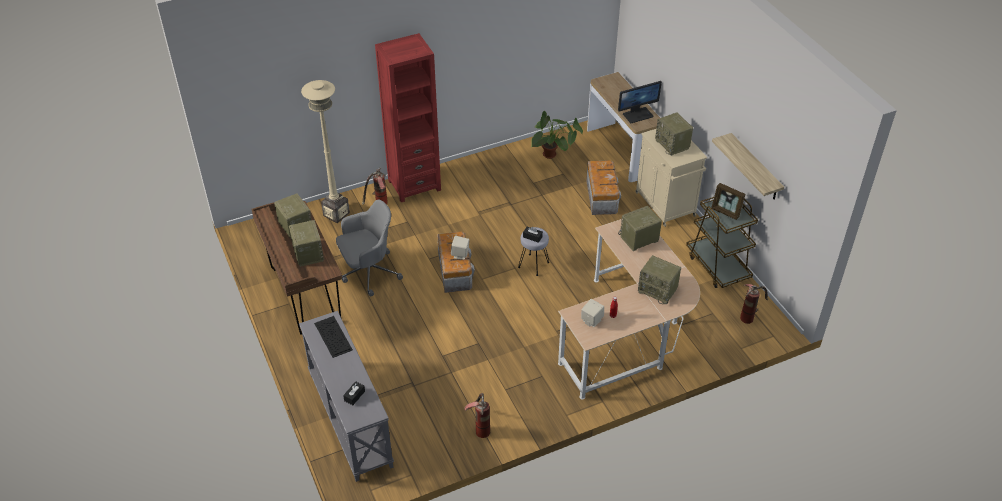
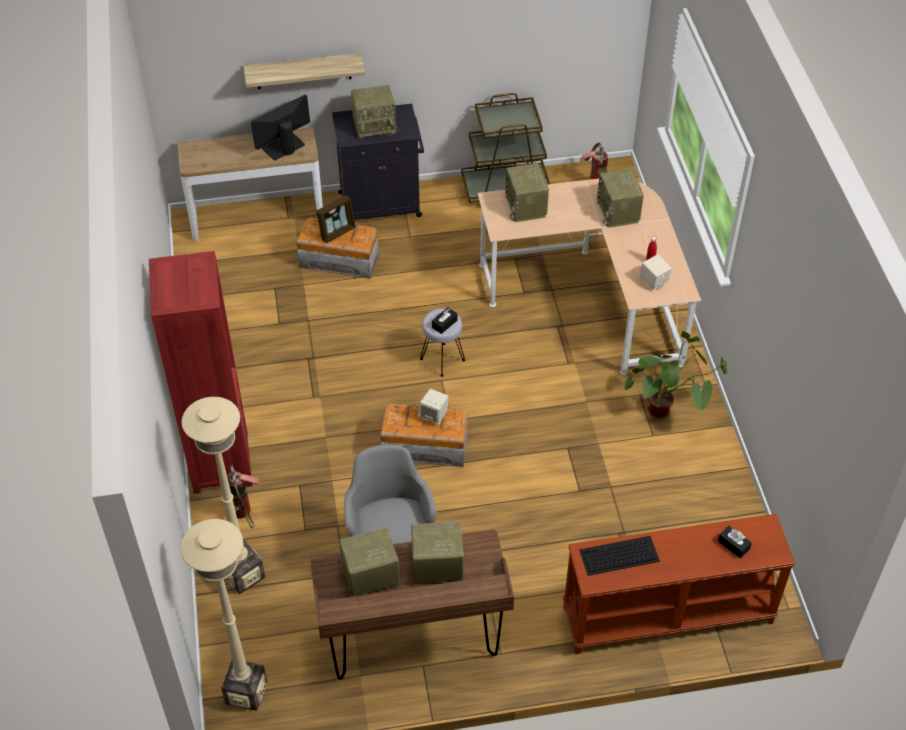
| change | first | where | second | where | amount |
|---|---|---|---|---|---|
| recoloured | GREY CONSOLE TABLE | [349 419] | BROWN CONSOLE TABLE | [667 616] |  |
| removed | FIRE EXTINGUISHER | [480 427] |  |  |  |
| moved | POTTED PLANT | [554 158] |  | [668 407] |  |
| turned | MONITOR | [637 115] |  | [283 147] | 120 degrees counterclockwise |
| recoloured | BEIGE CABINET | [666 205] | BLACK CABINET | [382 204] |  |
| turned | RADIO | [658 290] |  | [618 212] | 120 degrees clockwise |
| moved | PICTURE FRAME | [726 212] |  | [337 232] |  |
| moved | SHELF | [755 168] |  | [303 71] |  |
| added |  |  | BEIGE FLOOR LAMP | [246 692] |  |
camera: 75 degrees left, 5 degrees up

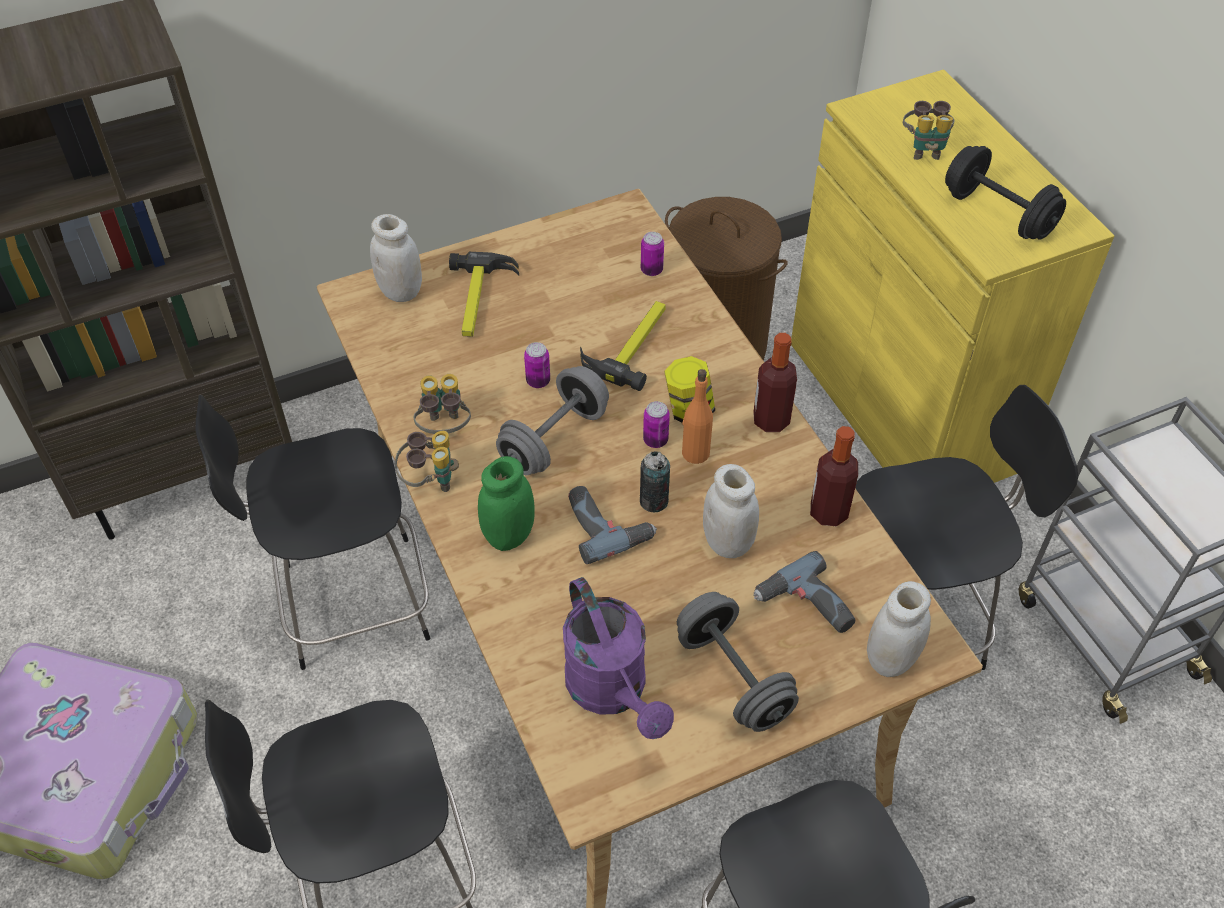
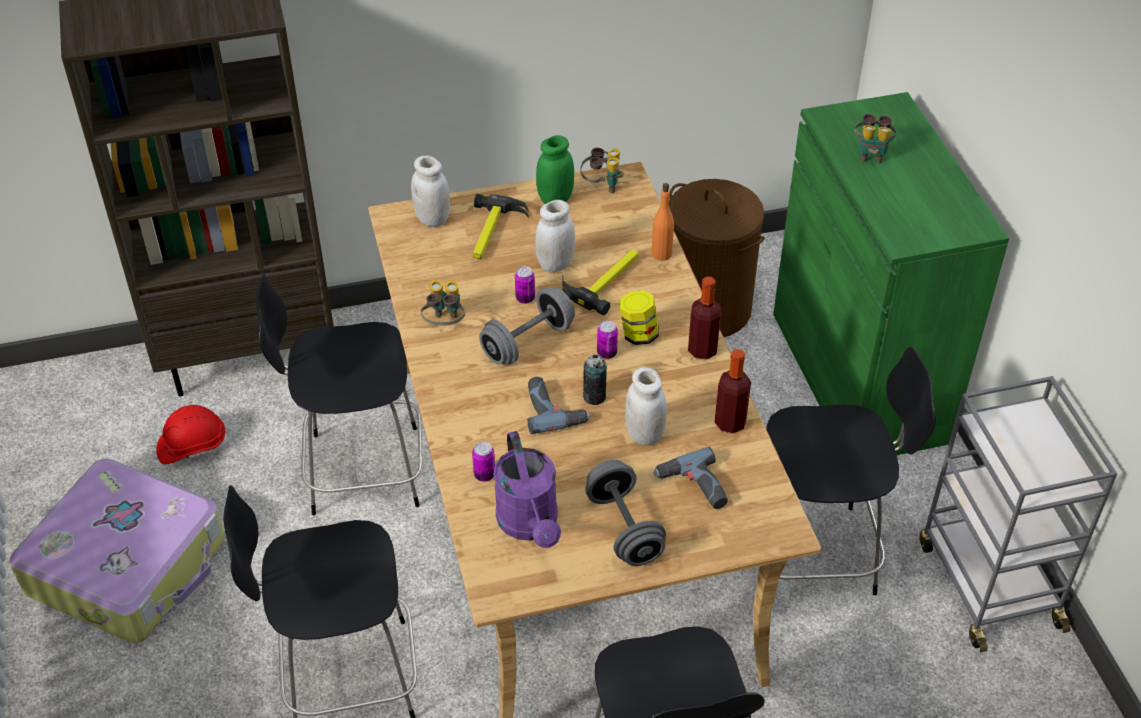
| change | first | where | second | where | amount |
|---|---|---|---|---|---|
| moved | BINOCULARS | [430 481] |  | [601 186] |  |
| moved | GREEN JAR | [509 535] |  | [555 199] |  |
| moved | CAN | [651 270] |  | [484 475] |  |
| moved | ORANGE BOTTLE | [695 453] |  | [661 253] |  |
| recoloured | YELLOW CABINET | [901 405] | GREEN CABINET | [858 376] |  |
| moved | WHITE JAR | [891 659] |  | [555 264] |  |
| removed | BLACK DUMBBELL | [998 214] |  |  |  |
| added |  |  | RED HARD HAT | [192 445] |  |
camera: 10 degrees right, 5 degrees down

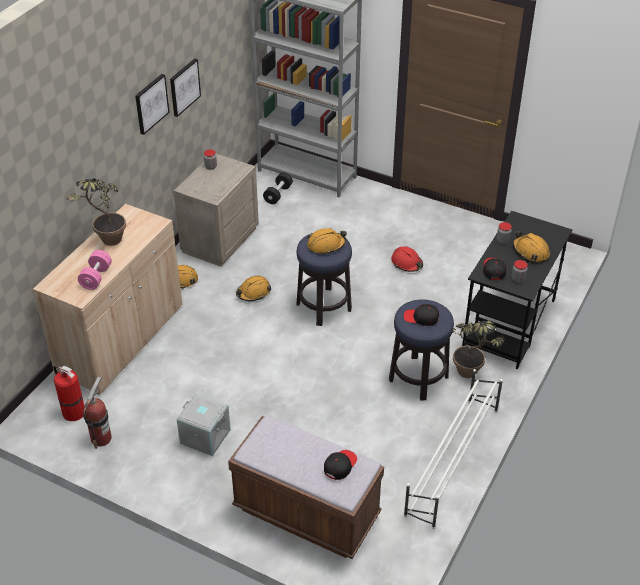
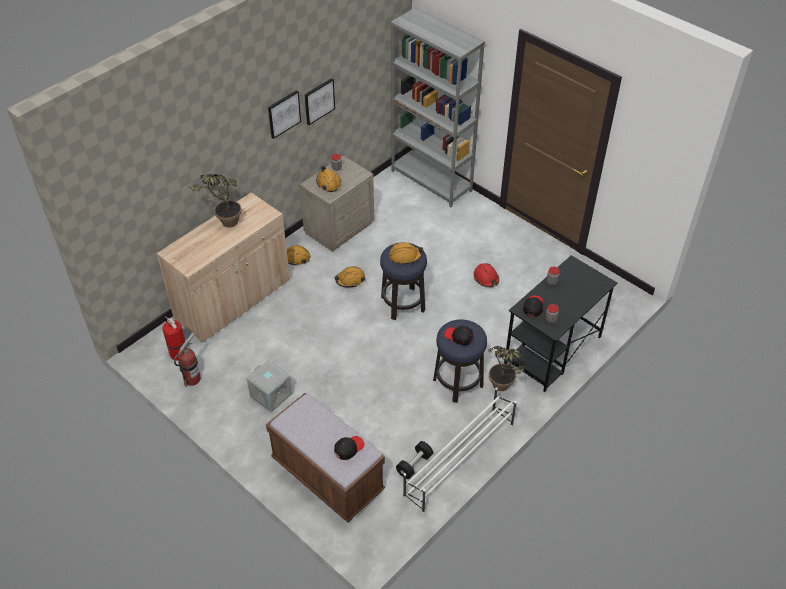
| change | first | where | second | where | amount |
|---|---|---|---|---|---|
| removed | PINK DUMBBELL | [96 277] |  |  |  |
| moved | BLACK DUMBBELL | [278 194] |  | [414 464] |  |
| moved | ORANGE HARD HAT | [530 251] |  | [328 183] |  |
camera: 15 degrees right, 5 degrees up

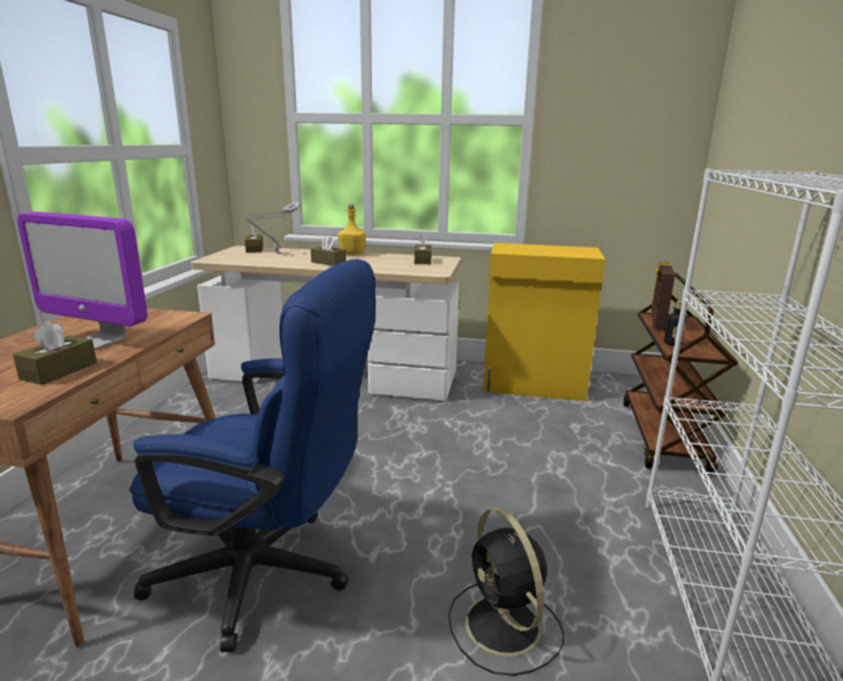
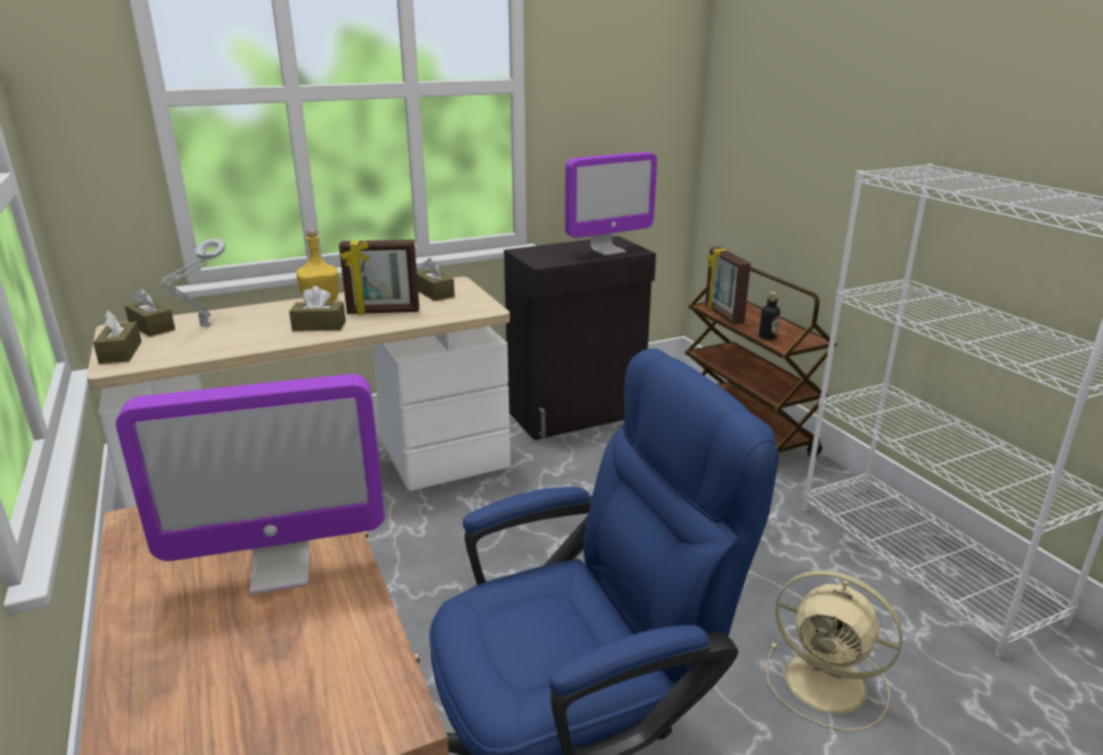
| change | first | where | second | where | amount |
|---|---|---|---|---|---|
| moved | BROWN TISSUE BOX | [59 371] |  | [121 352] |  |
| recoloured | BLACK FAN | [504 627] | BEIGE FAN | [828 684] |  |
| recoloured | YELLOW CABINET | [534 386] | BLACK CABINET | [577 414] |  |
| added |  |  | PICTURE FRAME | [383 312] |  |
| added |  |  | MONITOR | [608 250] |  |
camera: 35 degrees left, 5 degrees up

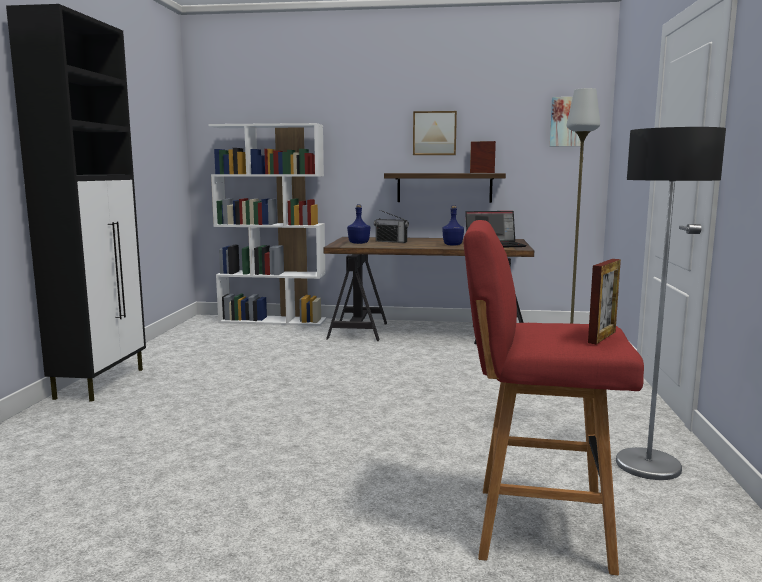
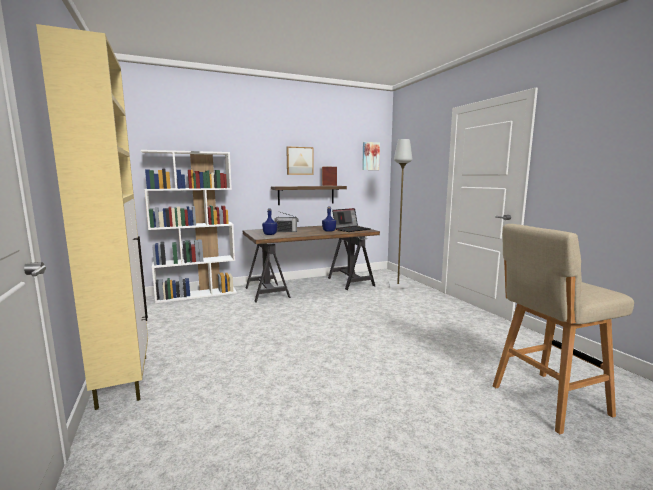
| change | first | where | second | where | amount |
|---|---|---|---|---|---|
| recoloured | BLACK CABINET | [101 383] | BEIGE CABINET | [124 379] |  |
| recoloured | RED STOOL | [535 527] | BEIGE STOOL | [546 401] |  |
| removed | PICTURE FRAME | [602 337] |  |  |  |
| removed | FLOOR LAMP | [648 465] |  |  |  |
camera: 30 degrees left, 0 degrees up

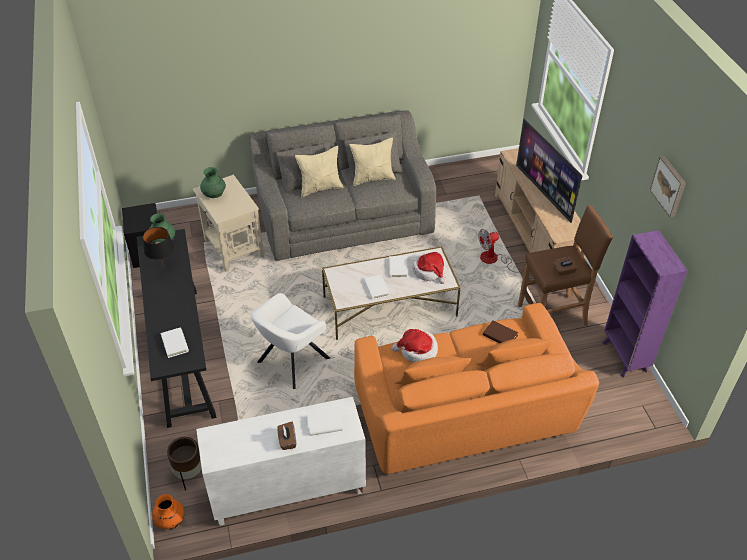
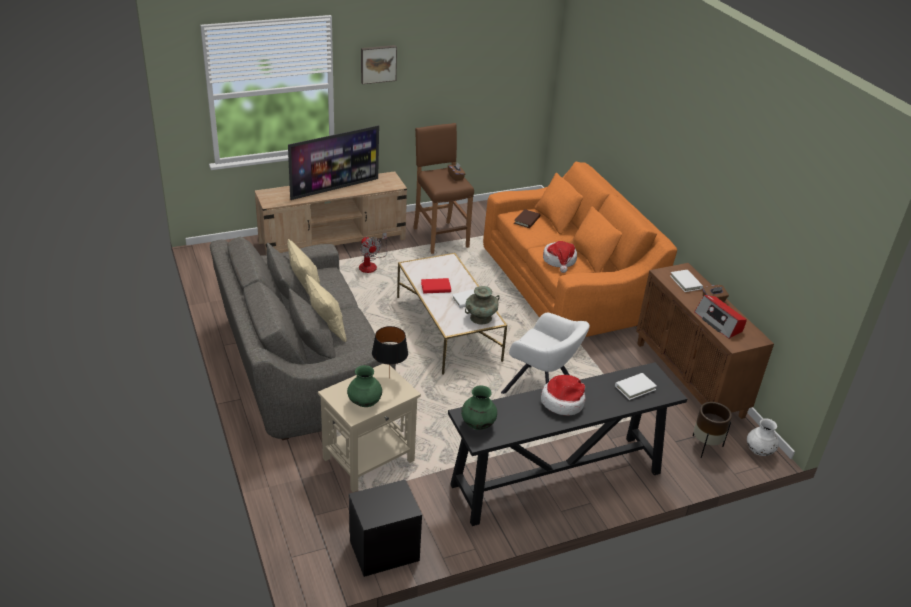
| change | first | where | second | where | amount |
|---|---|---|---|---|---|
| moved | BLACK TABLE LAMP | [163 268] |  | [389 378] |  |
| recoloured | ORANGE VASE | [170 521] | WHITE VASE | [759 451] |  |
| recoloured | WHITE CABINET | [287 491] | BROWN CABINET | [690 379] |  |
| recoloured | WHITE BOOK | [398 268] | RED BOOK | [436 287] |  |
| moved | HAT | [429 271] |  | [563 402] |  |
| removed | PURPLE BOOKCASE | [624 357] |  |  |  |
| moved | PICTURE | [669 186] |  | [378 63] |  |
| added |  |  | TURQUOISE VASE | [481 318] |  |
| added |  |  | RADIO | [719 322] |  |
camera: 100 degrees left, 10 degrees down

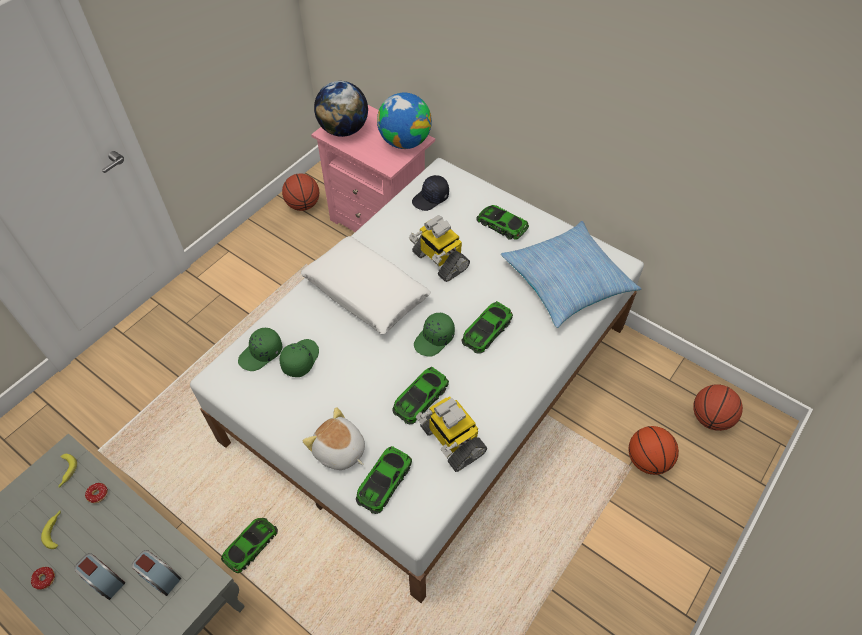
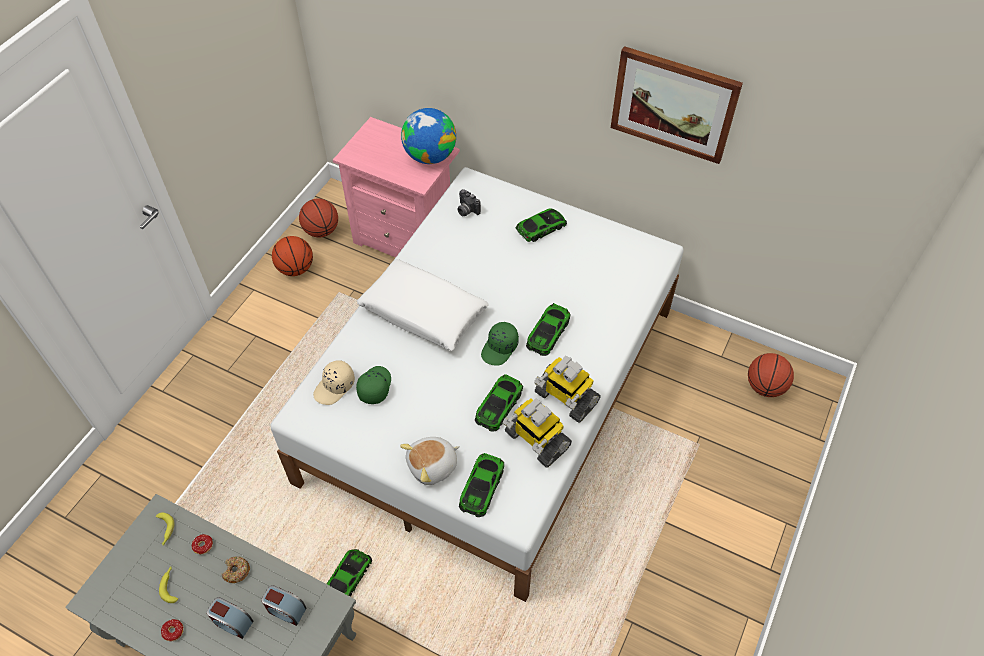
| change | first | where | second | where | amount |
|---|---|---|---|---|---|
| recoloured | GREEN CAP | [261 354] | BEIGE CAP | [335 387] |  |
| turned | PLUSH TOY | [339 451] |  | [433 466] | 60 degrees counterclockwise |
| removed | GLOBE | [344 130] |  |  |  |
| moved | TOY ROBOT | [439 261] |  | [565 398] |  |
| replaced | BLACK CAP | [431 199] | PHOTO CAMERA | [466 210] |  |
| turned | TOY CAR | [501 225] |  | [541 228] | 120 degrees clockwise |
| removed | PILLOW | [567 280] |  |  |  |
| moved | BASKETBALL | [647 460] |  | [295 269] |  |
| added |  |  | DONUT | [236 571] |  |
| added |  |  | PICTURE | [673 104] |  |
camera: 10 degrees left, 0 degrees up

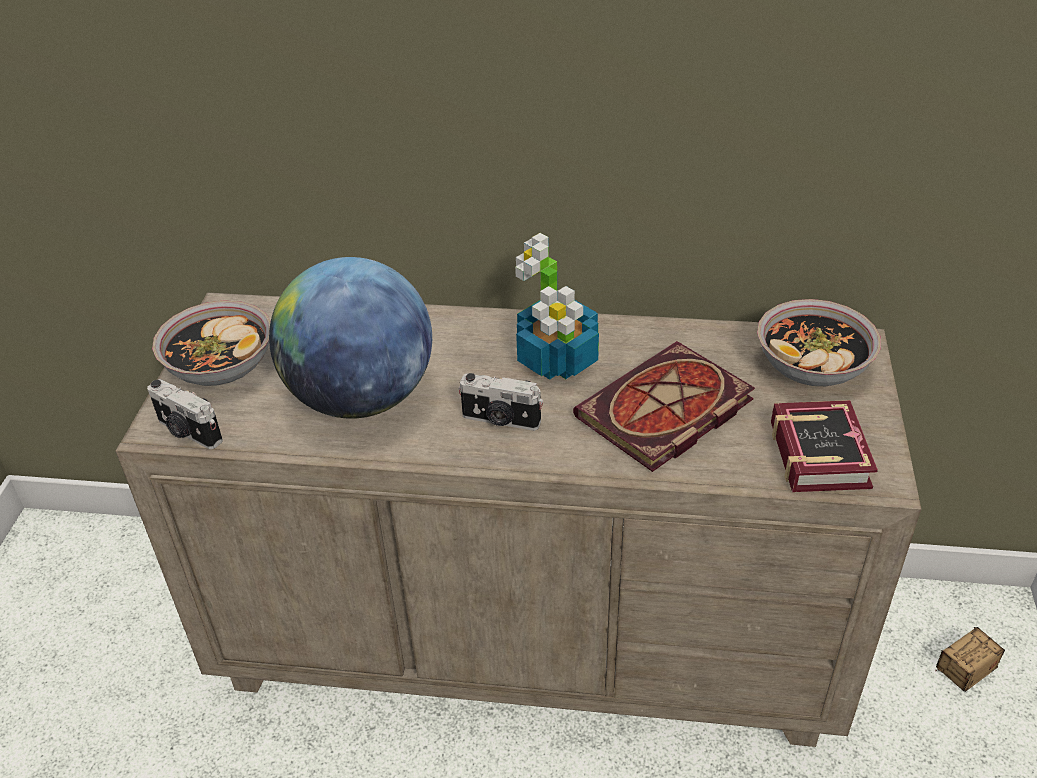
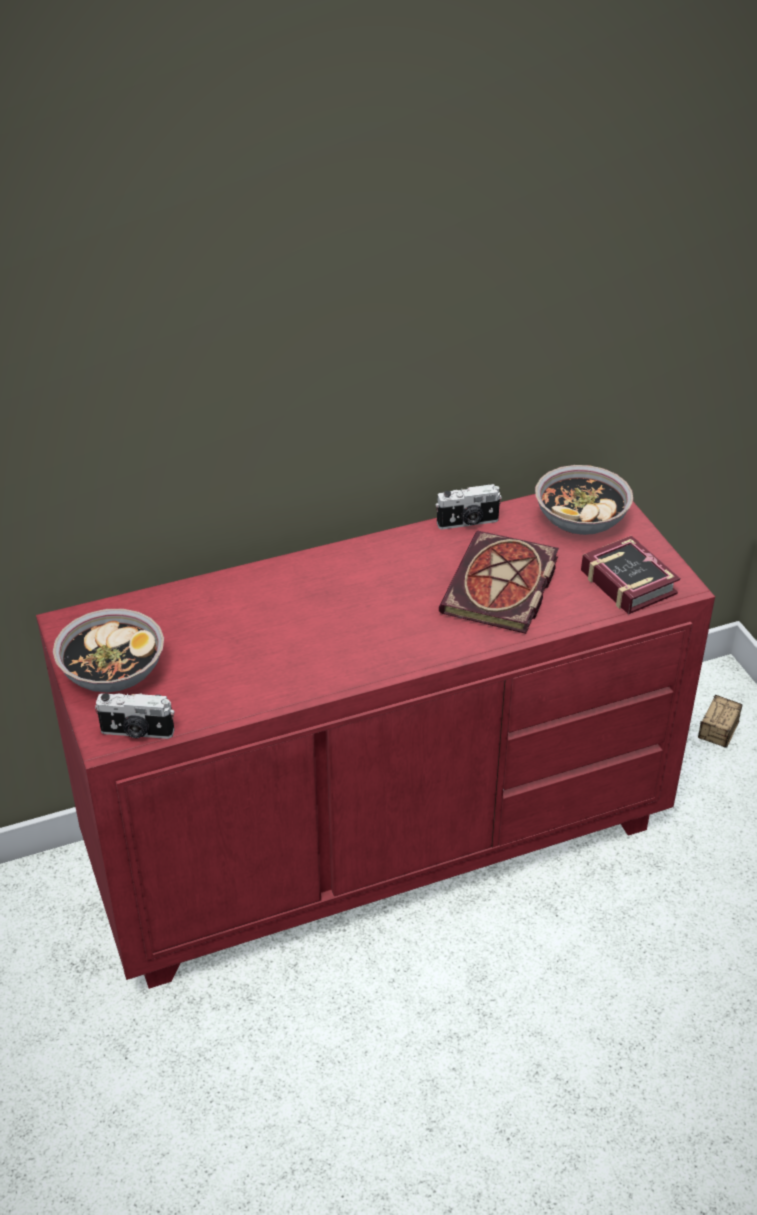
| change | first | where | second | where | amount |
|---|---|---|---|---|---|
| recoloured | BEIGE DRESSER | [528 637] | RED DRESSER | [377 840] |  |
| removed | GLOBE | [361 398] |  |  |  |
| moved | PHOTO CAMERA | [500 420] |  | [468 523] |  |
| removed | POTTED PLANT | [557 360] |  |  |  |
camera: 30 degrees left, 0 degrees up

